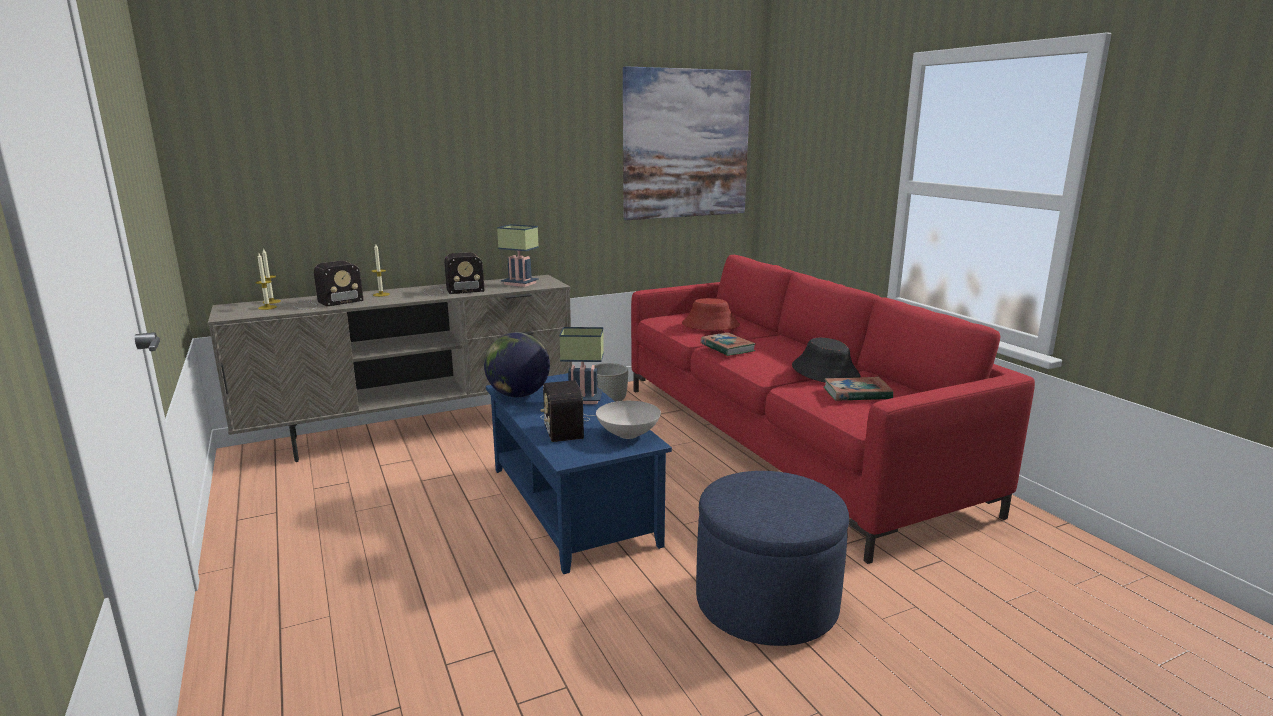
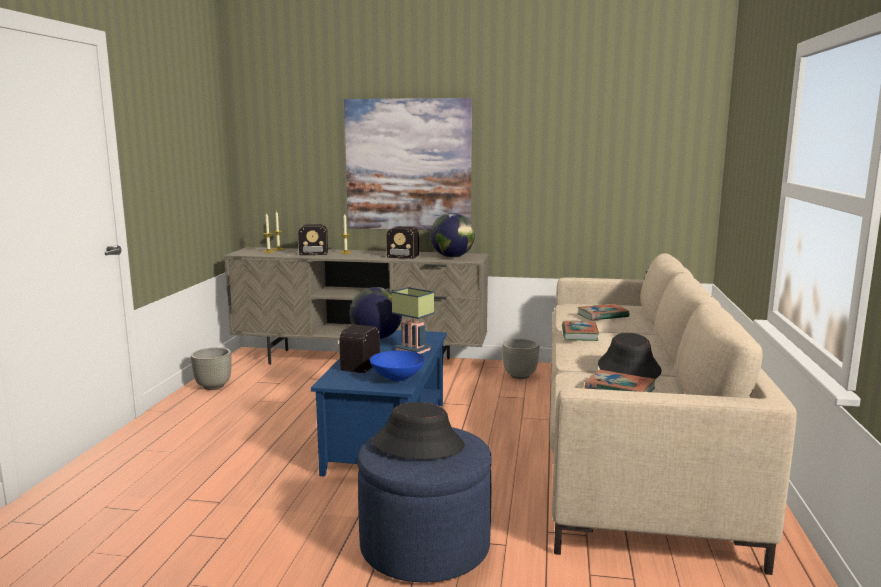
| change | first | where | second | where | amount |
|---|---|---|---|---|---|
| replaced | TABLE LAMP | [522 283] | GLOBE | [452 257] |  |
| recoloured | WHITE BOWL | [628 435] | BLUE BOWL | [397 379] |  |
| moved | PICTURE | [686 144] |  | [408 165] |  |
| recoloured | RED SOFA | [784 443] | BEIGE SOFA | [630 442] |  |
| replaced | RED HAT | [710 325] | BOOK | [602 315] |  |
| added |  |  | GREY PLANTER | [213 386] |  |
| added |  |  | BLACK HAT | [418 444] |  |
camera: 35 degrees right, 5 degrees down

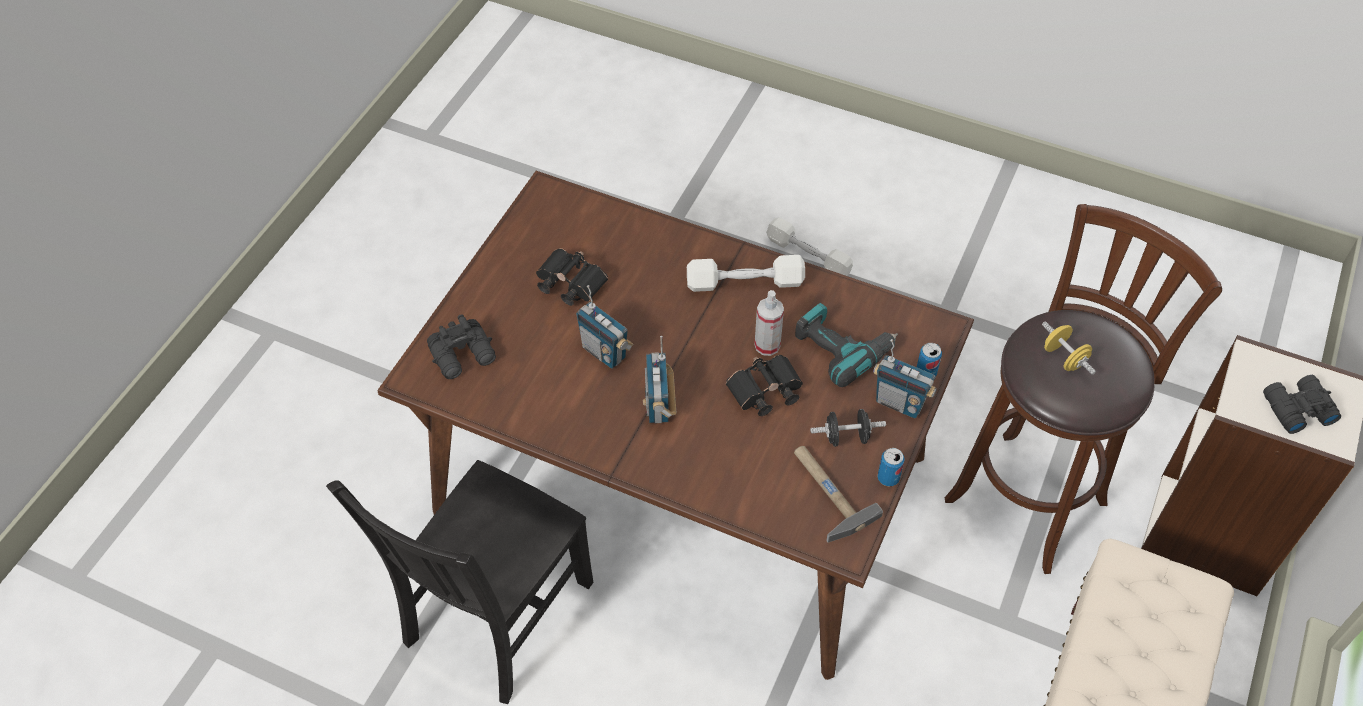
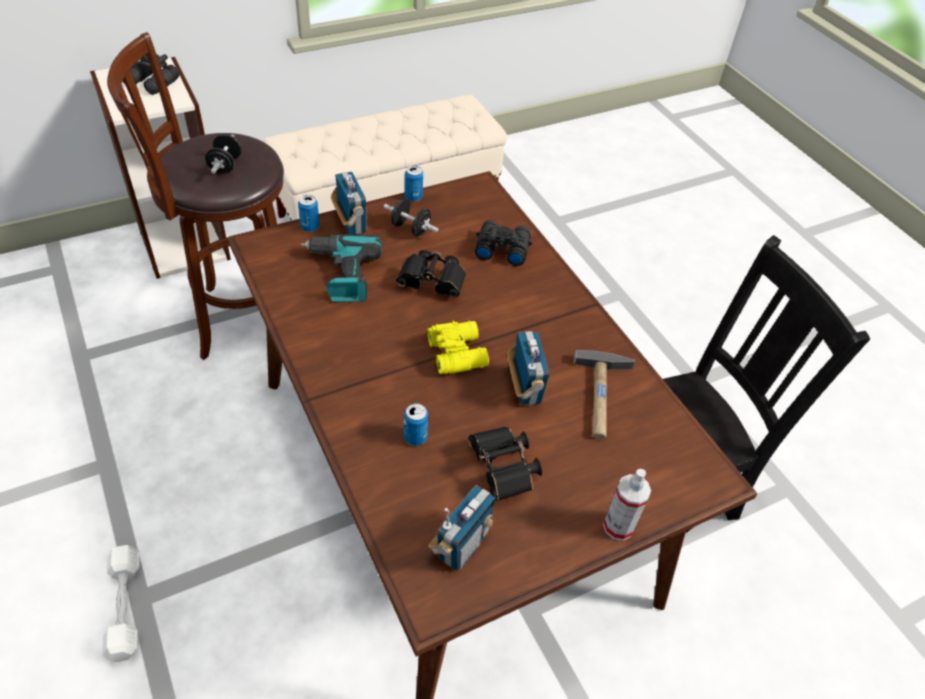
| change | first | where | second | where | amount |
|---|---|---|---|---|---|
| moved | BLACK BINOCULARS | [464 355] |  | [501 248] |  |
| moved | RADIO | [659 406] |  | [461 545] |  |
| removed | WHITE DUMBBELL | [745 283] |  |  |  |
| moved | SPRAY BOTTLE | [767 345] |  | [618 526] |  |
| moved | HAMMER | [826 492] |  | [602 398] |  |
| recoloured | YELLOW DUMBBELL | [1064 358] | BLACK DUMBBELL | [225 165] |  |
| added |  |  | CAN | [415 437] |  |
| added |  |  | YELLOW BINOCULARS | [458 352] |  |
camera: 145 degrees left, 5 degrees down

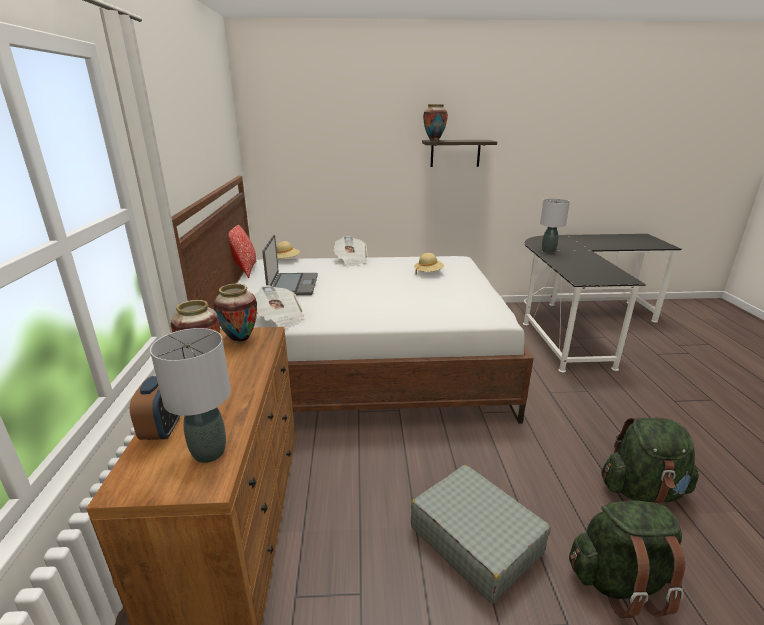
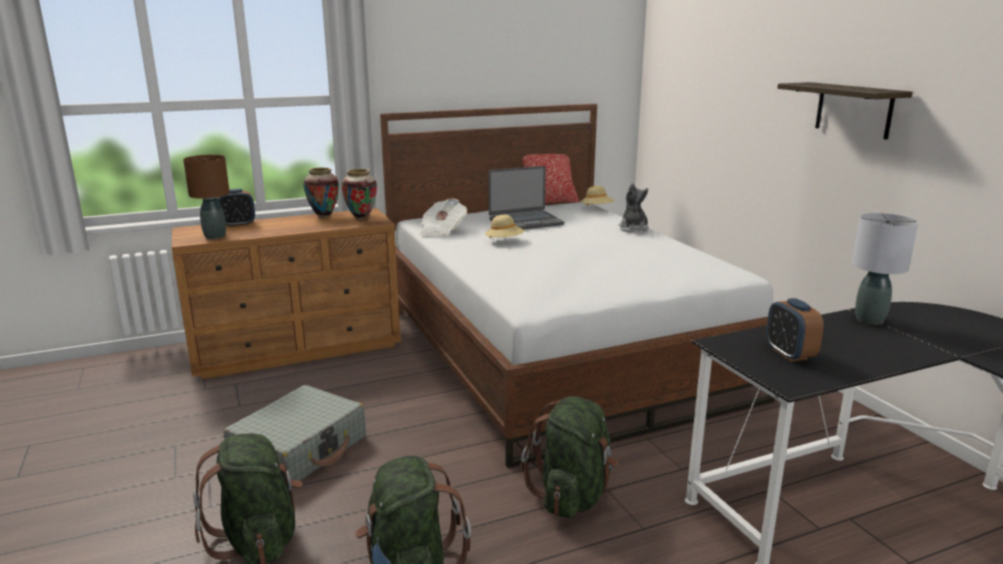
| change | first | where | second | where | amount |
|---|---|---|---|---|---|
| recoloured | GREY TABLE LAMP | [208 452] | BROWN TABLE LAMP | [215 236] |  |
| replaced | NEWSPAPER | [351 260] | PLUSH TOY | [633 229] |  |
| moved | BEIGE HAT | [428 272] |  | [504 242] |  |
| removed | VASE | [434 140] |  |  |  |
| added |  |  | GREEN BACKPACK | [572 495] |  |
| added |  |  | ALARM CLOCK | [789 354] |  |
camera: 70 degrees right, 5 degrees down

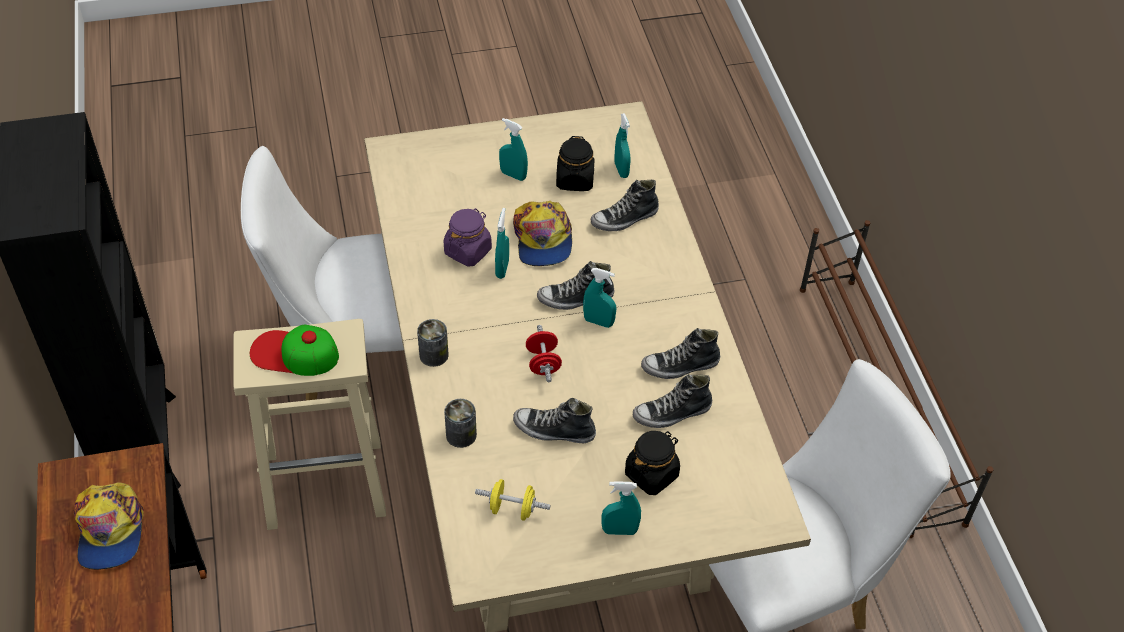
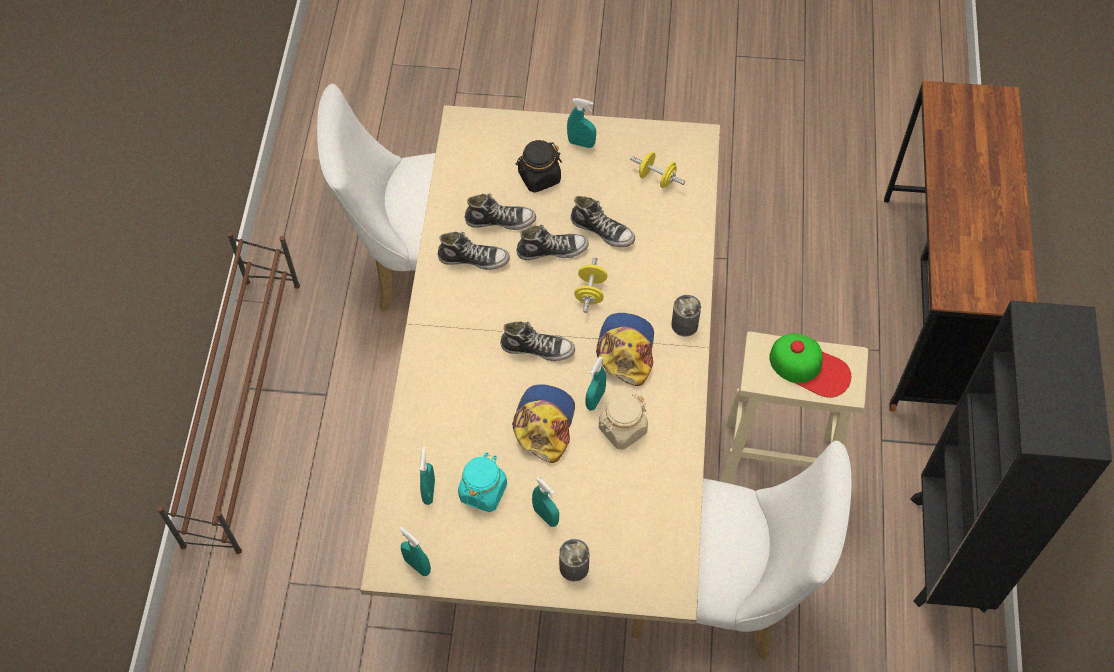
| change | first | where | second | where | amount |
|---|---|---|---|---|---|
| moved | CAP | [110 530] |  | [626 350] |  |
| recoloured | PURPLE JAR | [468 251] | BEIGE JAR | [622 429] |  |
| moved | CAN | [461 435] |  | [574 567] |  |
| recoloured | RED DUMBBELL | [543 363] | YELLOW DUMBBELL | [590 292] |  |
| recoloured | BLACK JAR | [575 180] | TURQUOISE JAR | [483 491] |  |
| moved | TURQUOISE SPRAY BOTTLE | [598 322] |  | [417 565] |  |
| moved | SHOE | [624 219] |  | [552 250] |  |
camera: 160 degrees left, 10 degrees up

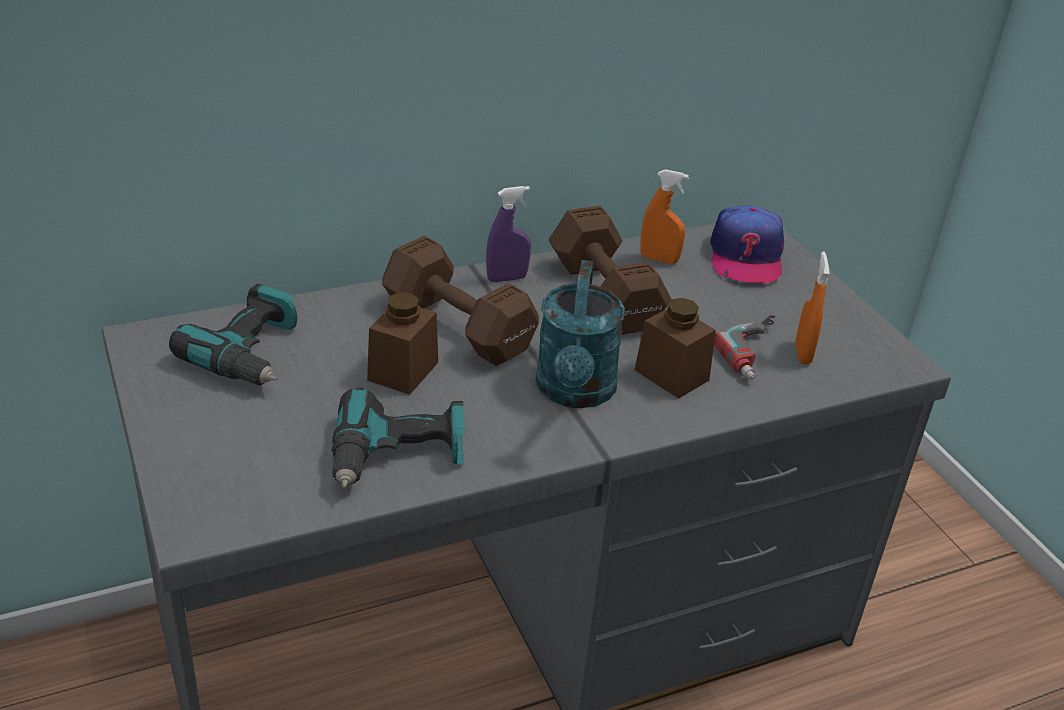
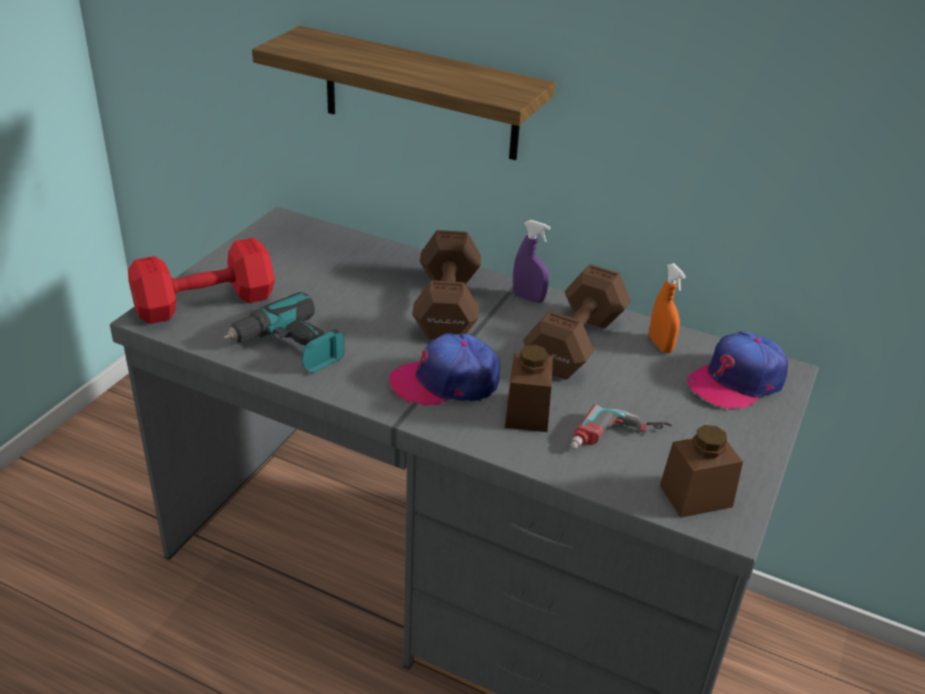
| change | first | where | second | where | amount |
|---|---|---|---|---|---|
| removed | POWER DRILL | [252 353] |  |  |  |
| moved | BROWN JAR | [403 371] |  | [695 496] |  |
| replaced | TURQUOISE WATERING CAN | [575 392] | CAP | [446 381] |  |
| removed | ORANGE SPRAY BOTTLE | [803 353] |  |  |  |
| added |  |  | RED DUMBBELL | [208 303] |  |
| added |  |  | SHELF | [420 94] |  |
camera: 50 degrees right, 0 degrees up

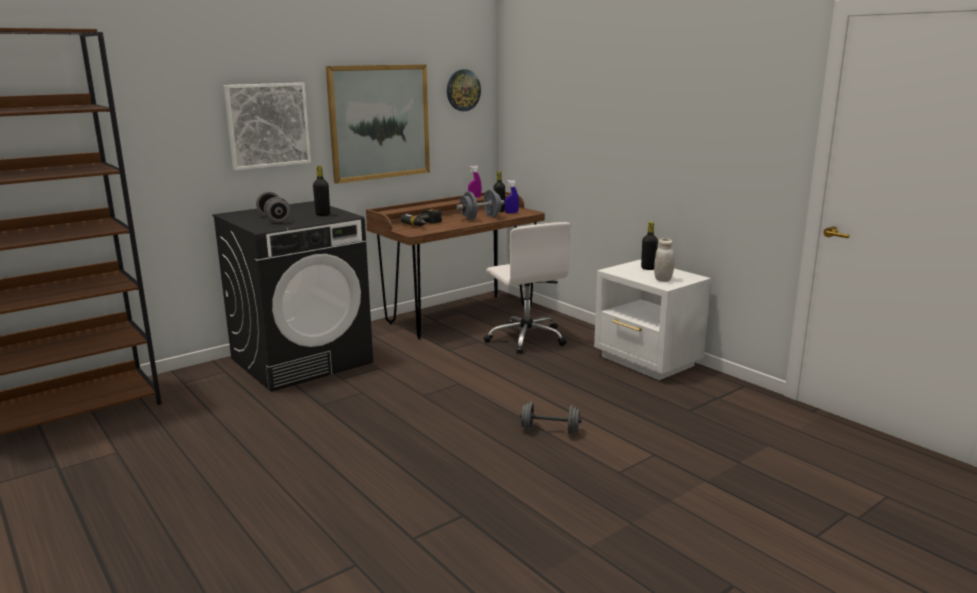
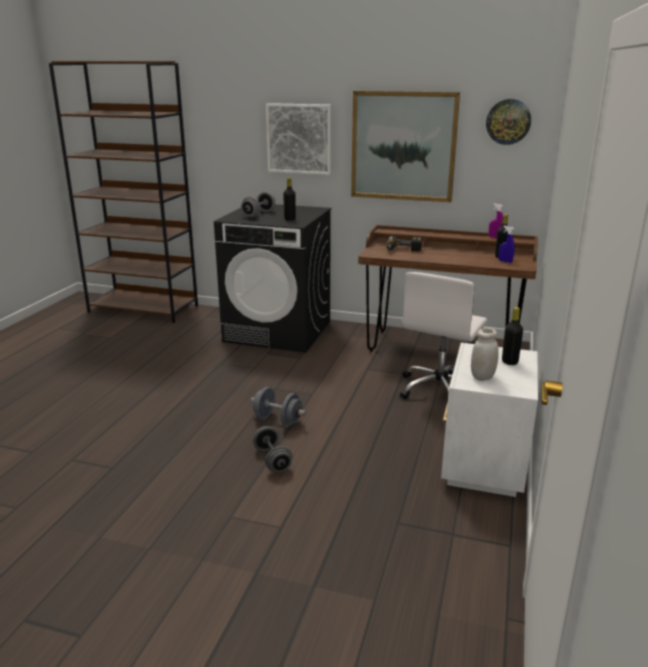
| change | first | where | second | where | amount |
|---|---|---|---|---|---|
| moved | GREY DUMBBELL | [480 218] |  | [278 420] |  |
camera: 55 degrees right, 5 degrees up

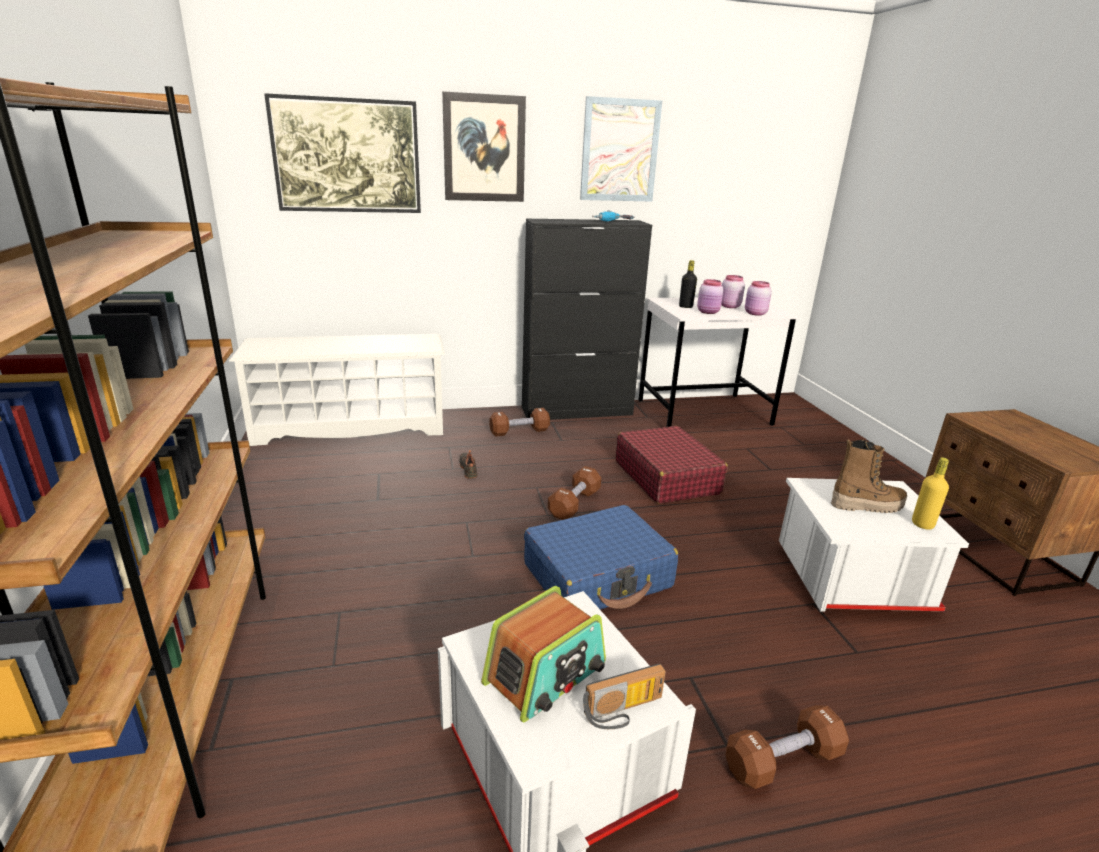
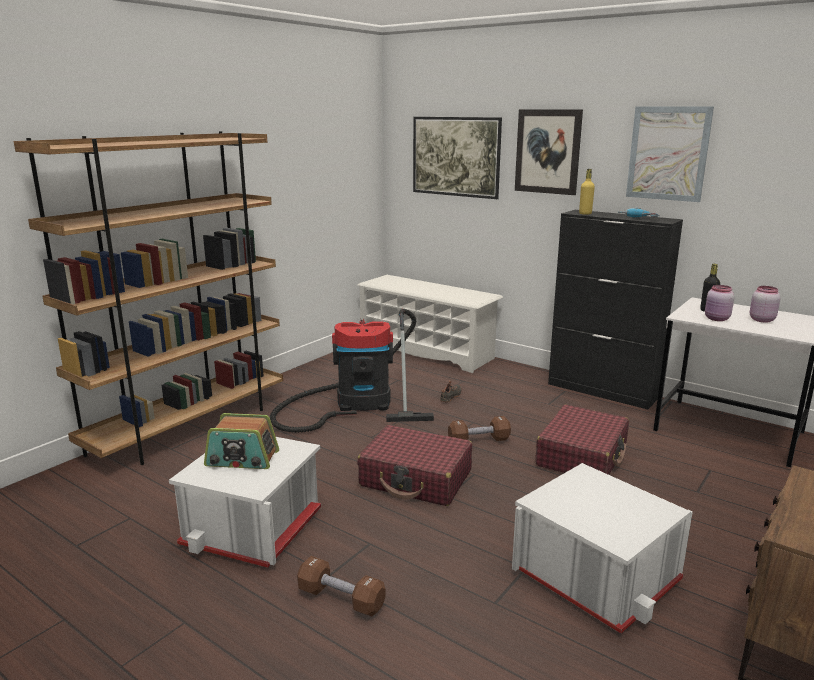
| change | first | where | second | where | amount |
|---|---|---|---|---|---|
| removed | BROWN DUMBBELL | [519 431] |  |  |  |
| recoloured | BLUE SUITCASE | [598 576] | RED SUITCASE | [416 479] |  |
| removed | RADIO | [624 712] |  |  |  |
| removed | PINK JAR | [755 313] |  |  |  |
| removed | BOOT | [866 505] |  |  |  |
| moved | YELLOW BOTTLE | [922 524] |  | [585 213] |  |
| added |  |  | VACUUM CLEANER | [357 404] |  |
camera: 50 degrees right, 5 degrees down

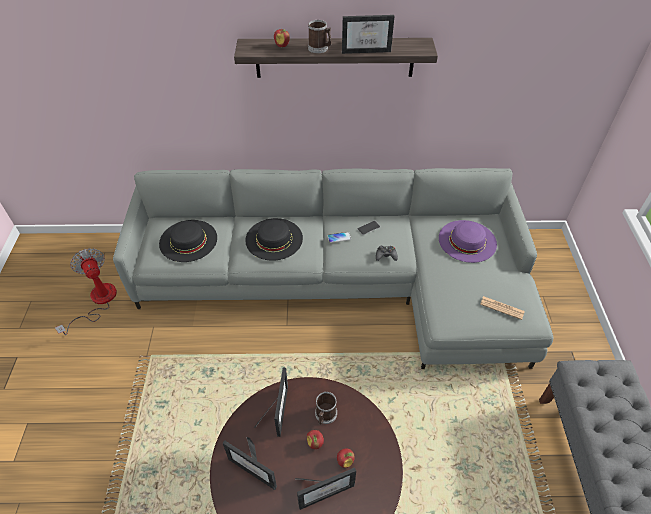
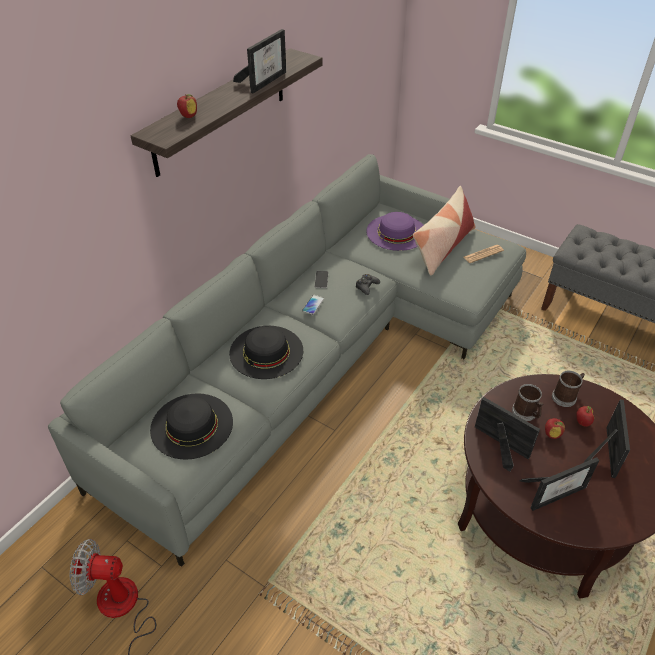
| change | first | where | second | where | amount |
|---|---|---|---|---|---|
| moved | MUG | [320 48] |  | [566 396] |  |
| added |  |  | PILLOW | [443 247] |  |
camera: 55 degrees left, 5 degrees down

